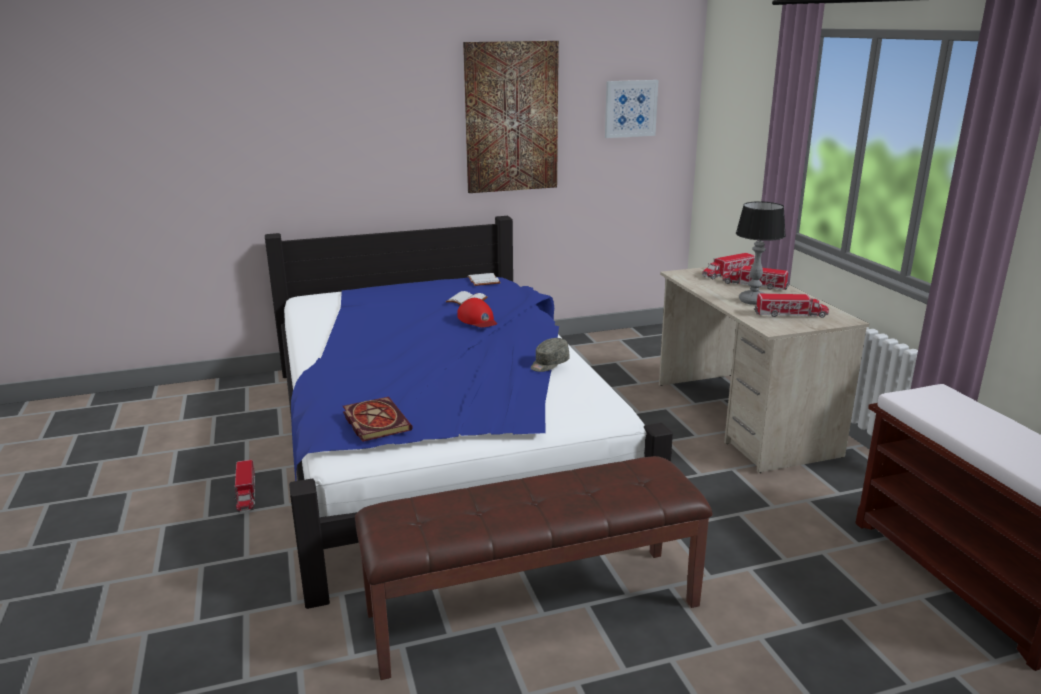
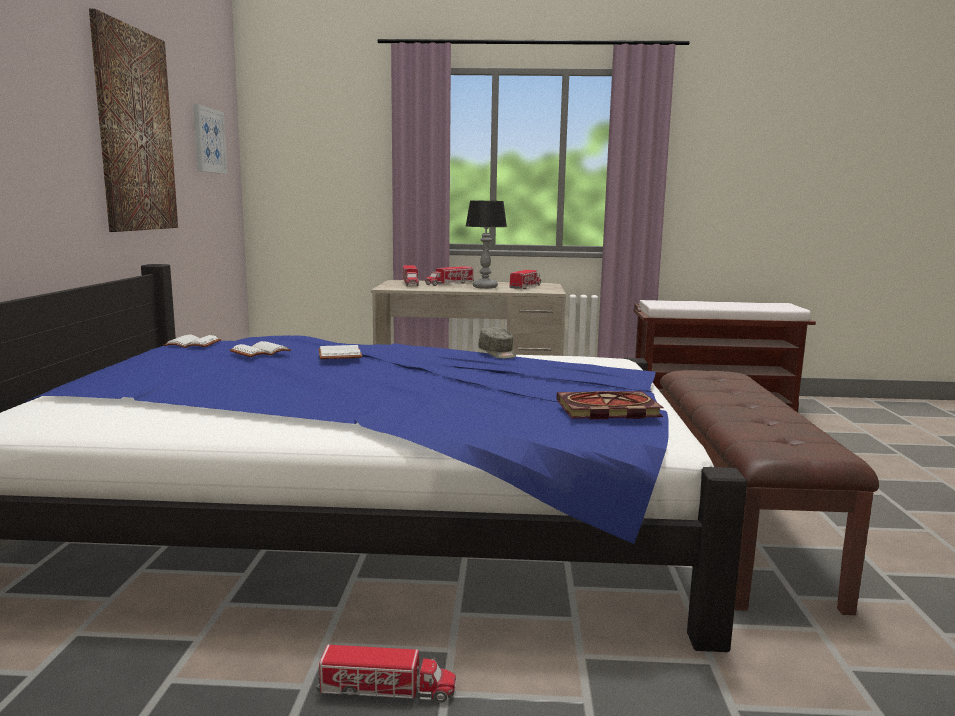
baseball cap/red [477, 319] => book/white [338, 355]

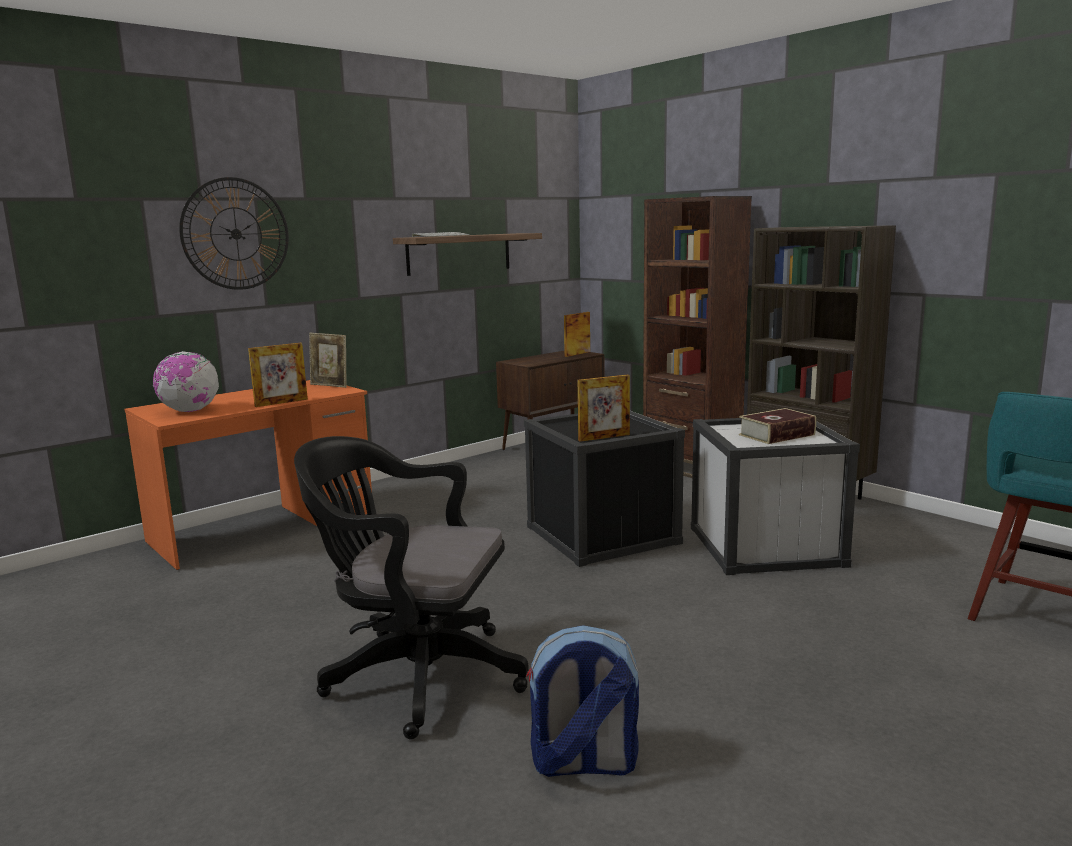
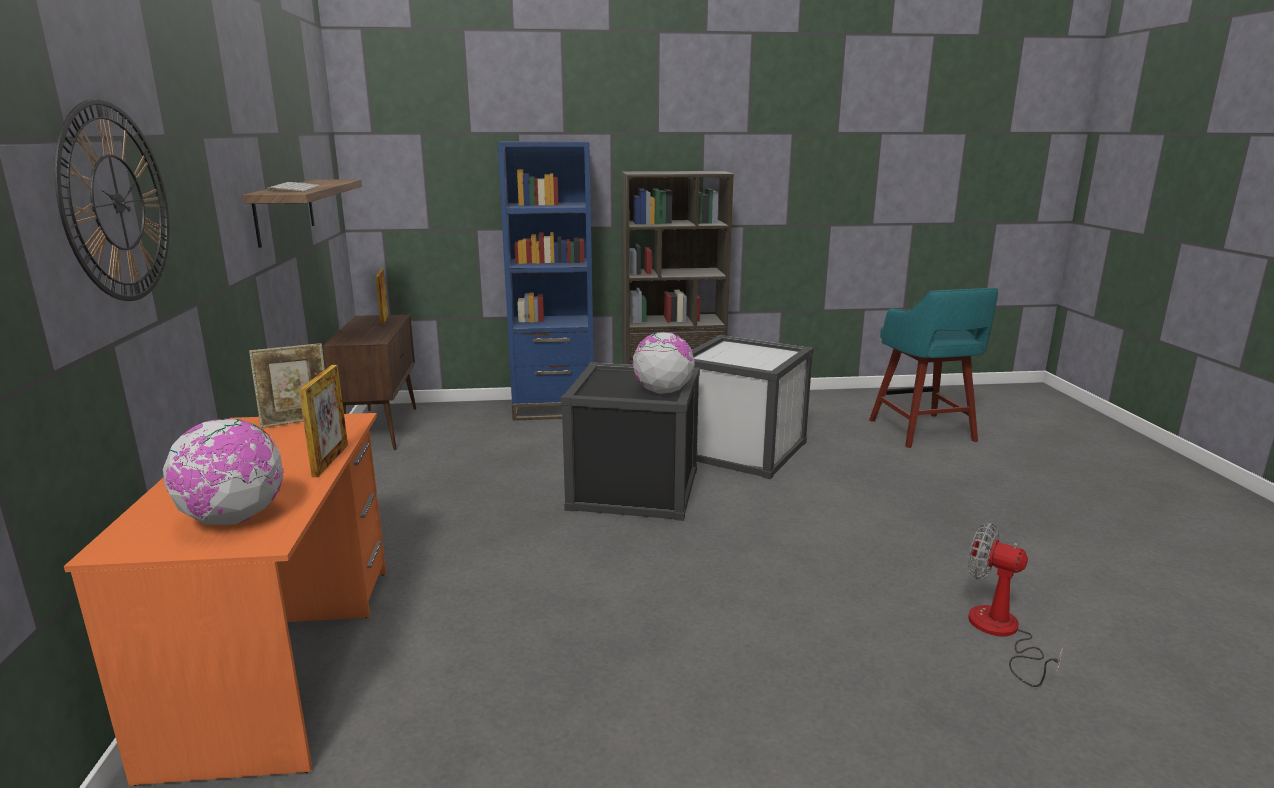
shelving unit/brown-coloured [691, 467] => shelving unit/blue-coloured [554, 409]
photo frame [604, 437] => desk globe [662, 392]
book [776, 435] => nothing
office chair/blackish [415, 675] => nothing
backpack [583, 764] => cooling fan [1001, 633]

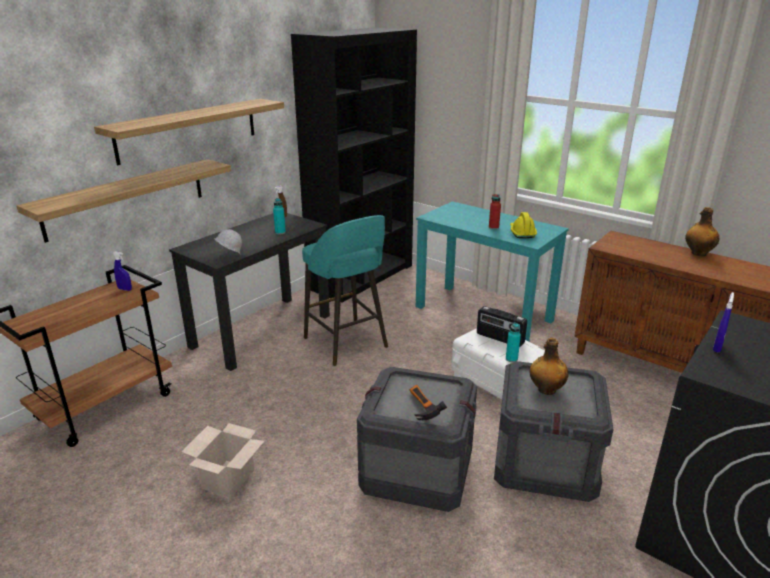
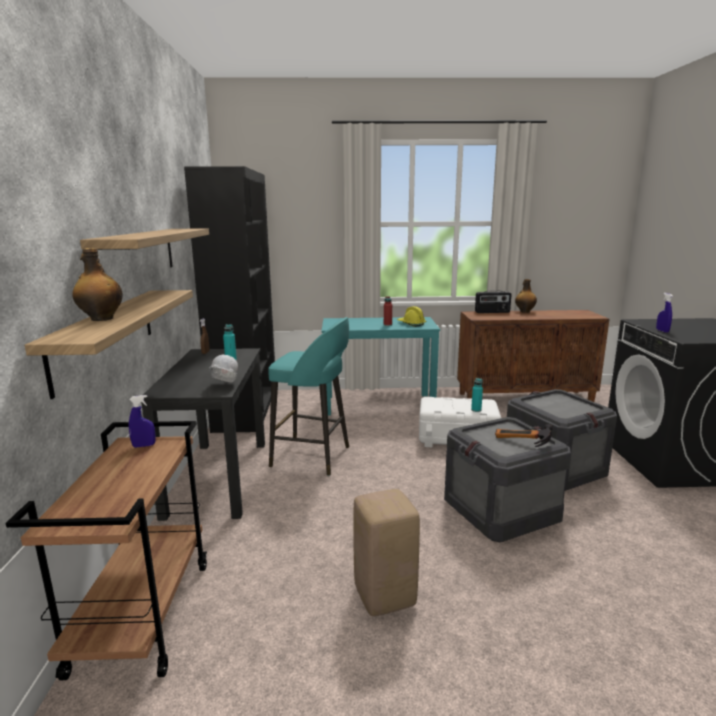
radio [499, 339] => radio [492, 312], move
drink bottle [546, 390] => drink bottle [101, 319], move
cardboard box [228, 478] => sitting stool/beige [383, 596]

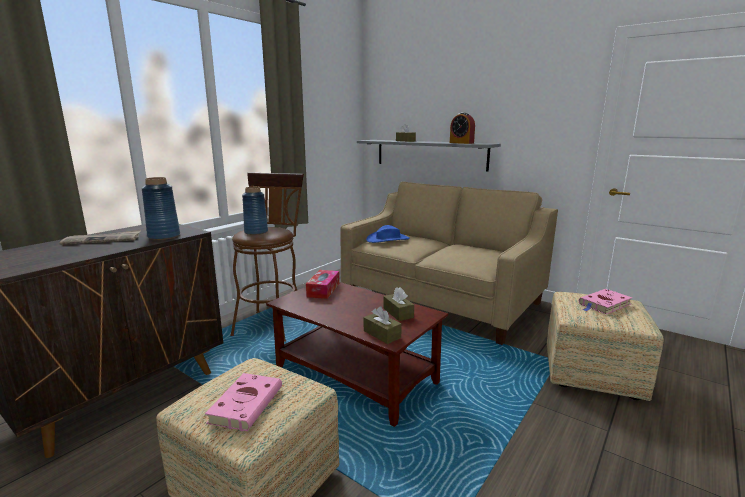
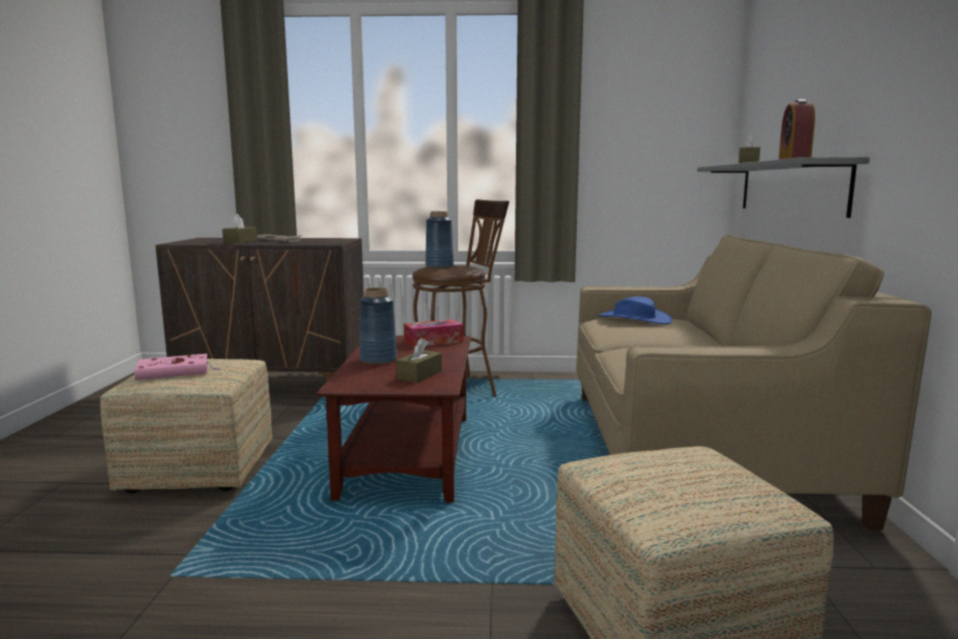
flower vase/blue-coloured [164, 236] => flower vase/blue-coloured [378, 359], move
book/pink-coloured [604, 304] => nothing
box of tissues/brown-coloured [382, 334] => box of tissues/brown-coloured [240, 242], move

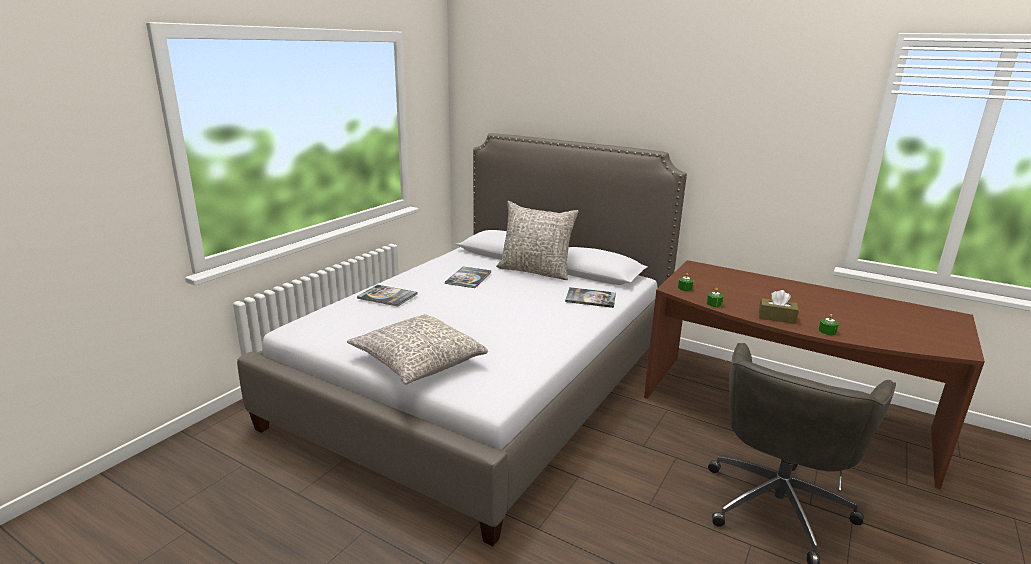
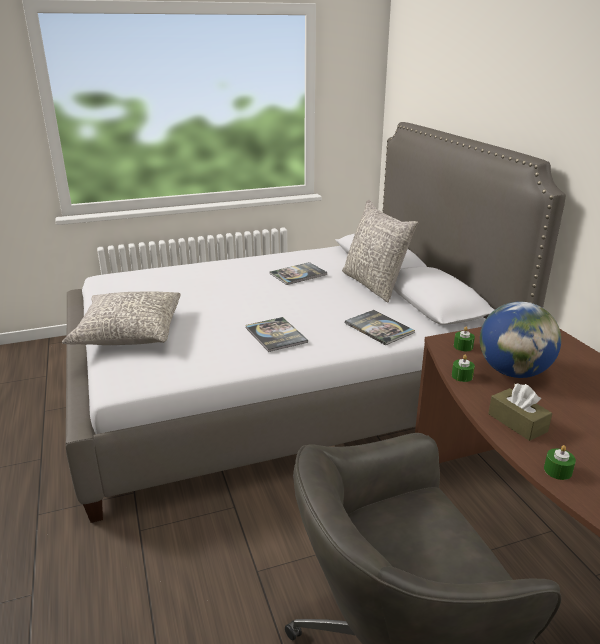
book [387, 296] => book [275, 335], move
nothing => desk globe [513, 372]

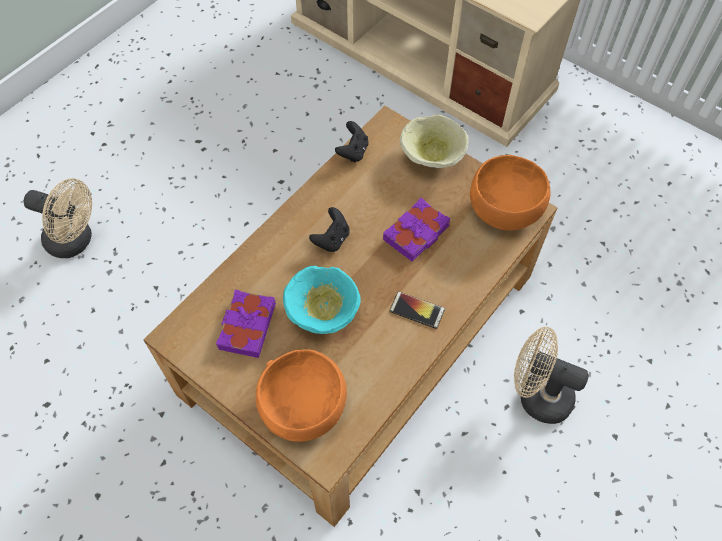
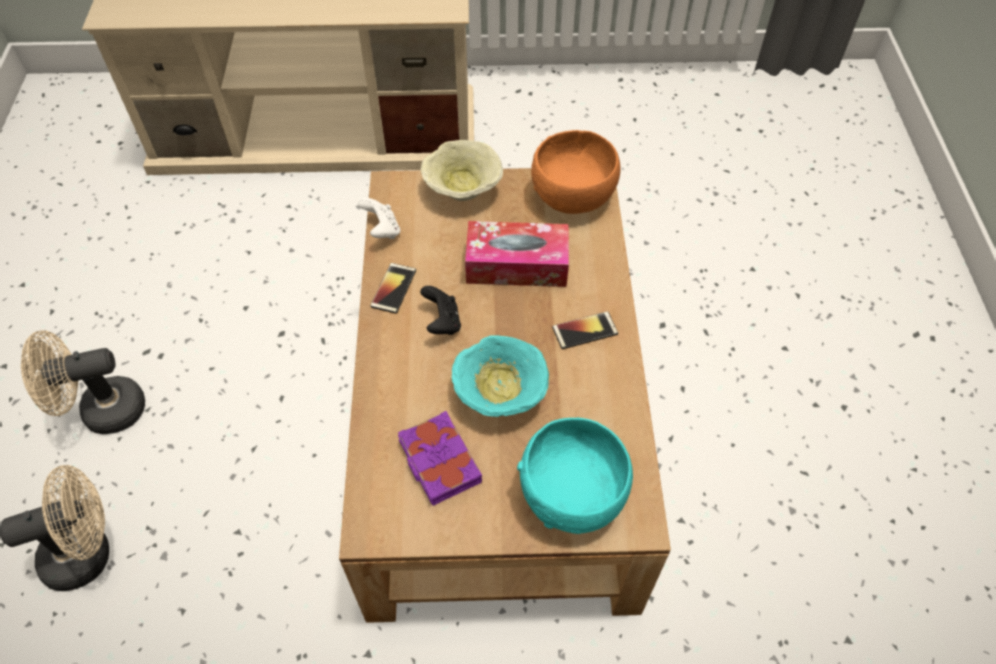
gamepad/blackish [353, 151] => gamepad/white [382, 230]
book/purple [416, 233] => box of tissues [517, 264]
cooling fan/beige [537, 395] => cooling fan/beige [103, 411], move
bowl/orange [305, 407] => bowl/turquoise-coloured [572, 492]
nothing => handset [393, 288]

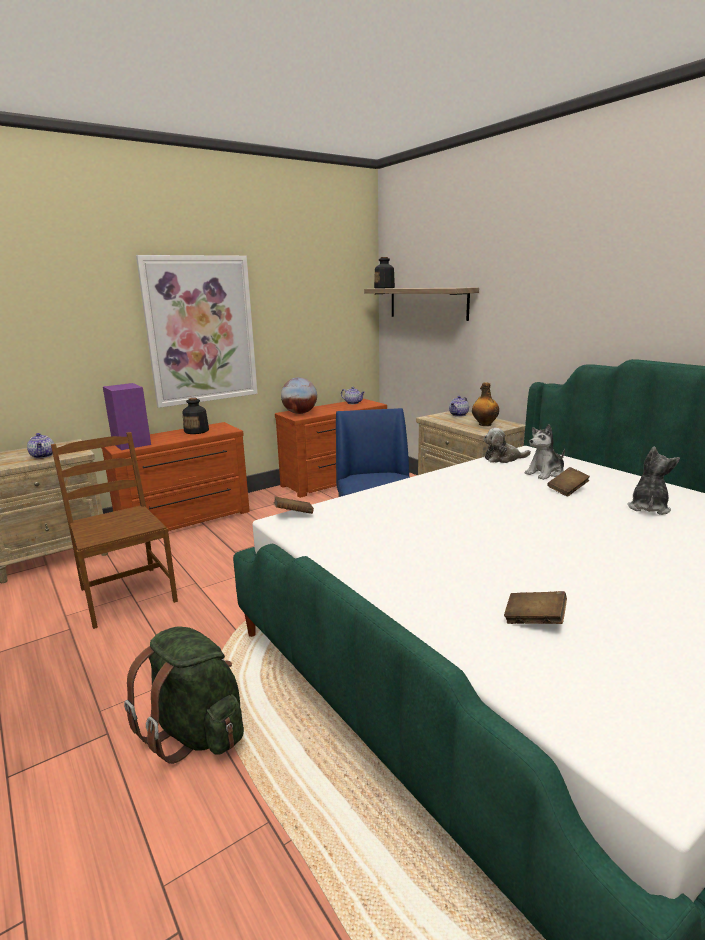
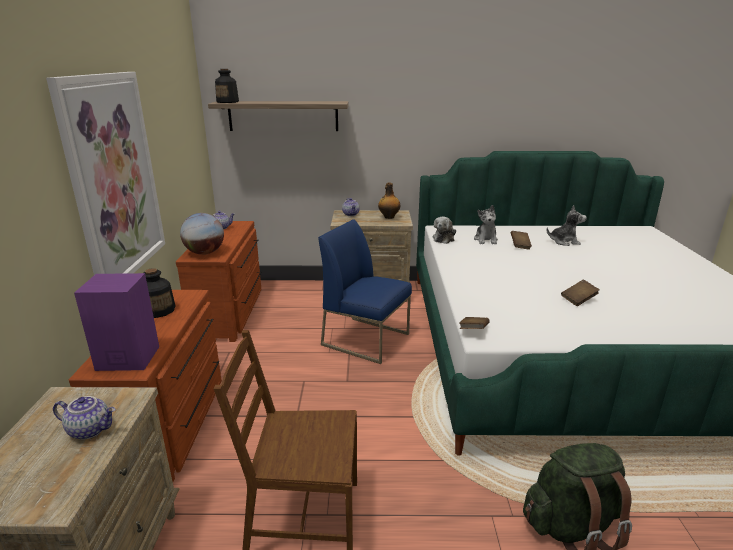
soft toy [648, 507] => soft toy [564, 242], 120 degrees clockwise
book/brown-coloured [534, 620] => book/brown-coloured [578, 300], move

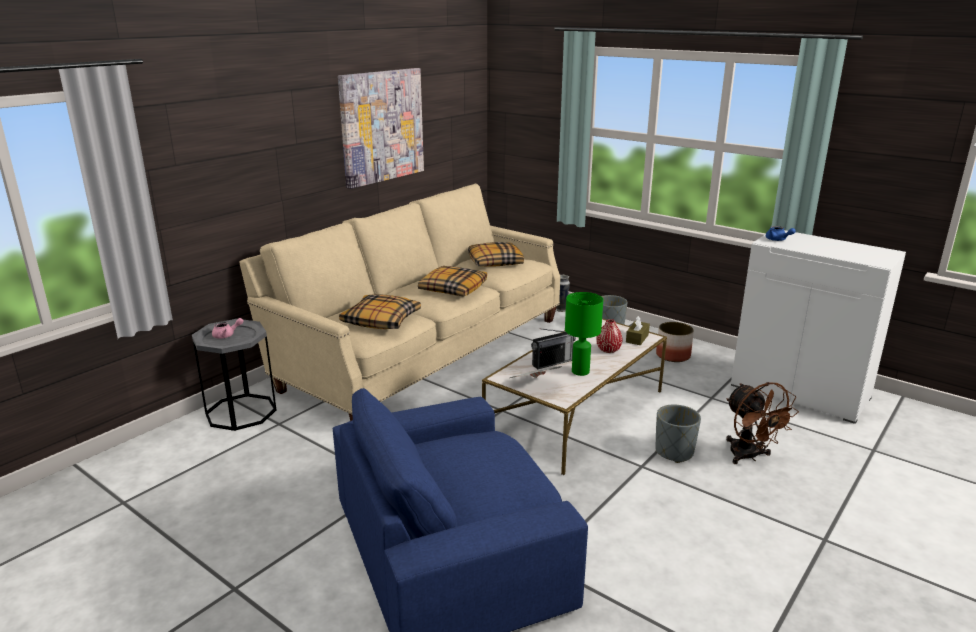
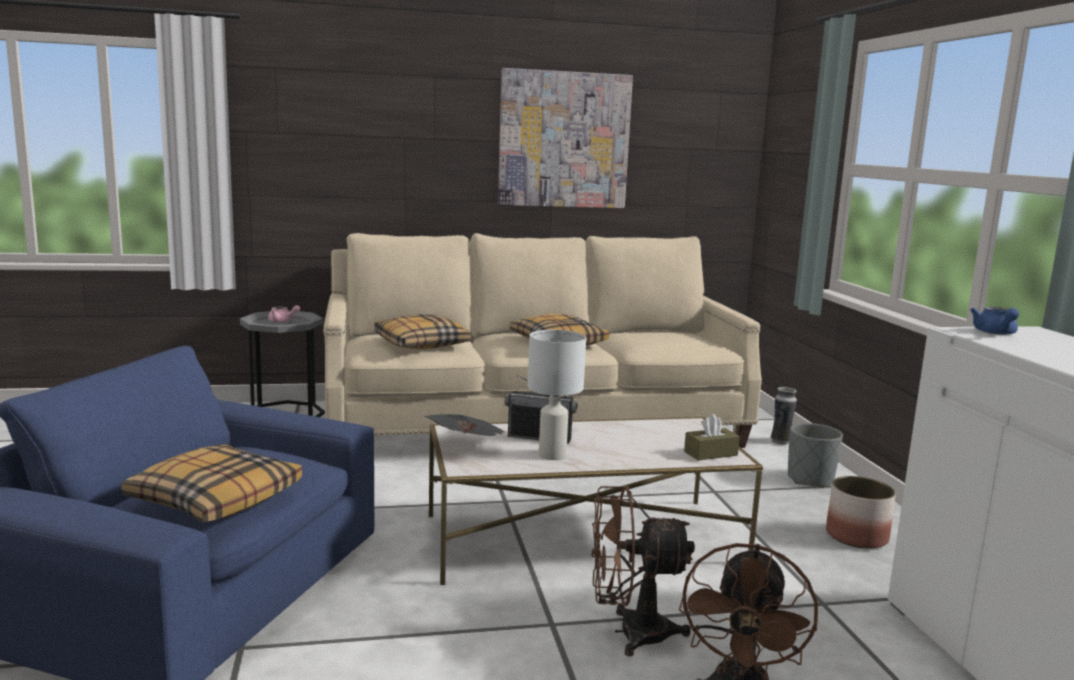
pillow [494, 262] => pillow [215, 499], move
lamp for a table/green [580, 372] => lamp for a table/white [551, 455]
flower vase/red [608, 350] => nothing
plant pot/grey [674, 452] => cooling fan/brown-coloured [630, 633]

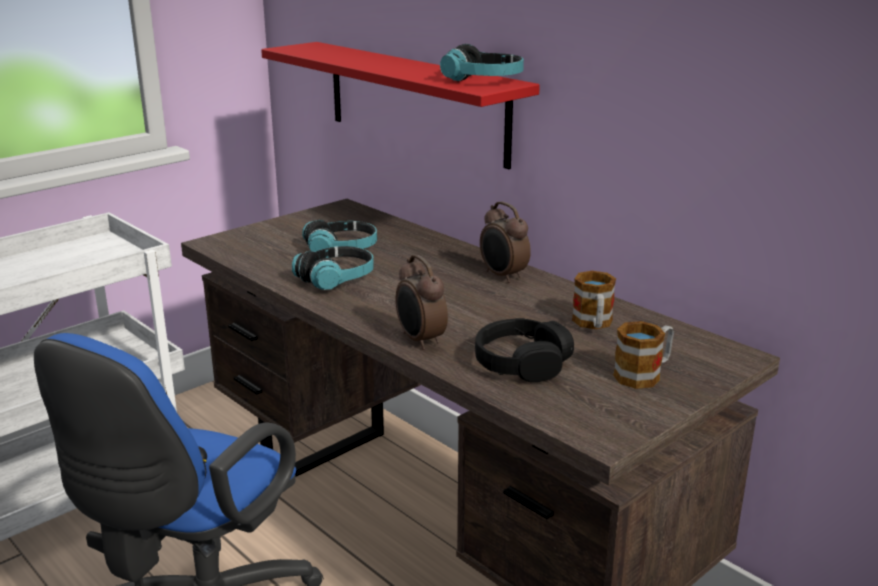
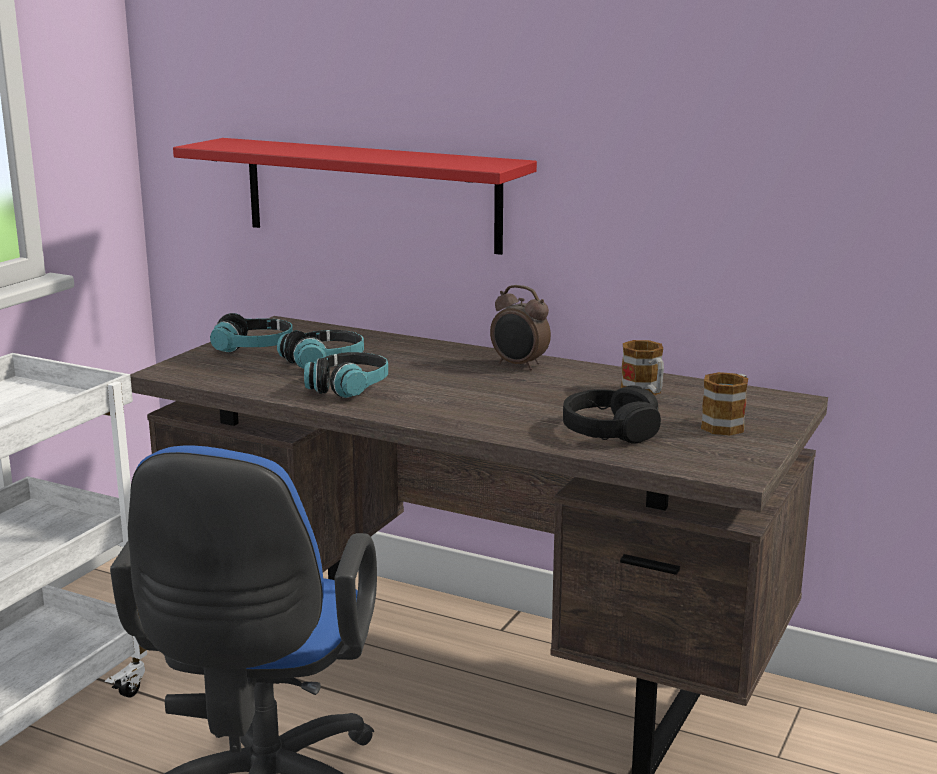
pair of headphones [483, 80] => pair of headphones [254, 348], move
table clock [420, 340] => nothing

